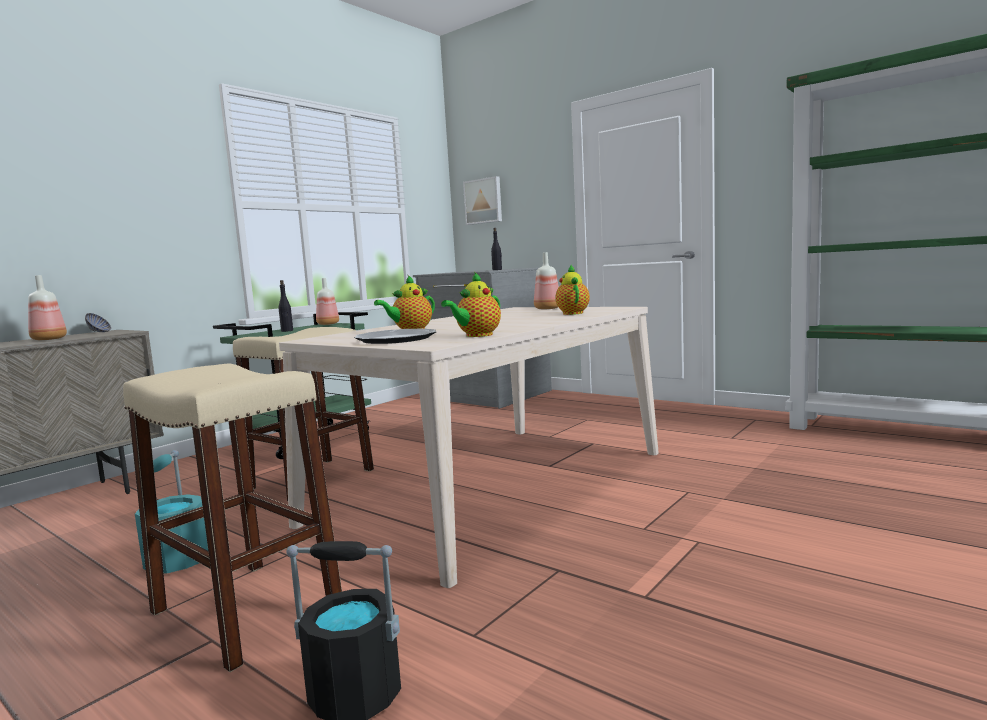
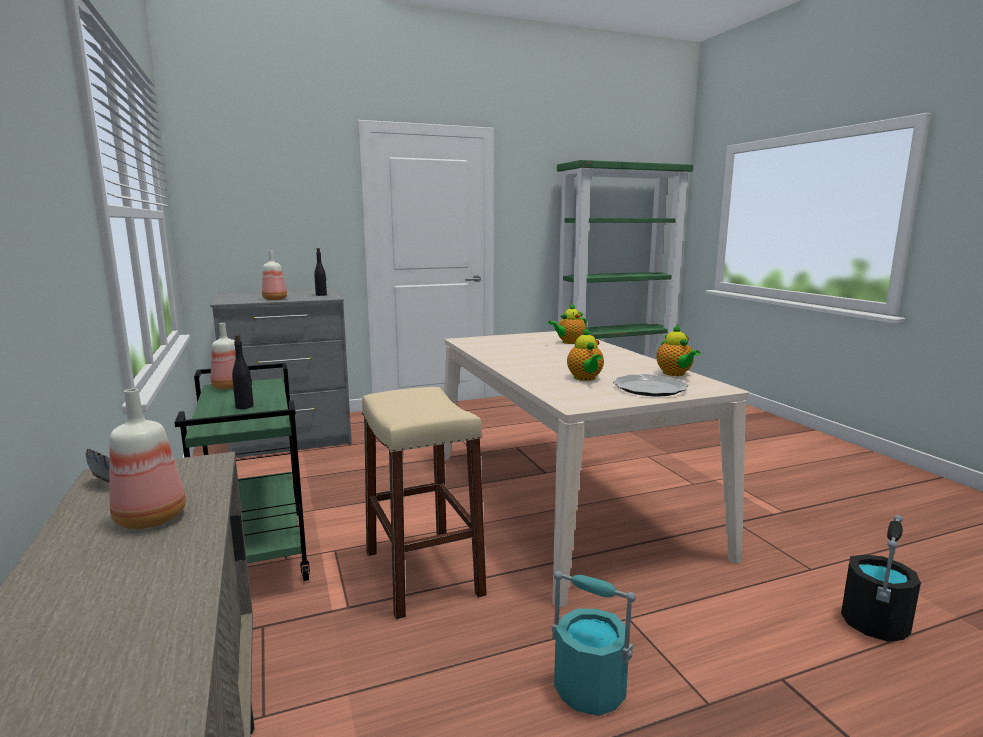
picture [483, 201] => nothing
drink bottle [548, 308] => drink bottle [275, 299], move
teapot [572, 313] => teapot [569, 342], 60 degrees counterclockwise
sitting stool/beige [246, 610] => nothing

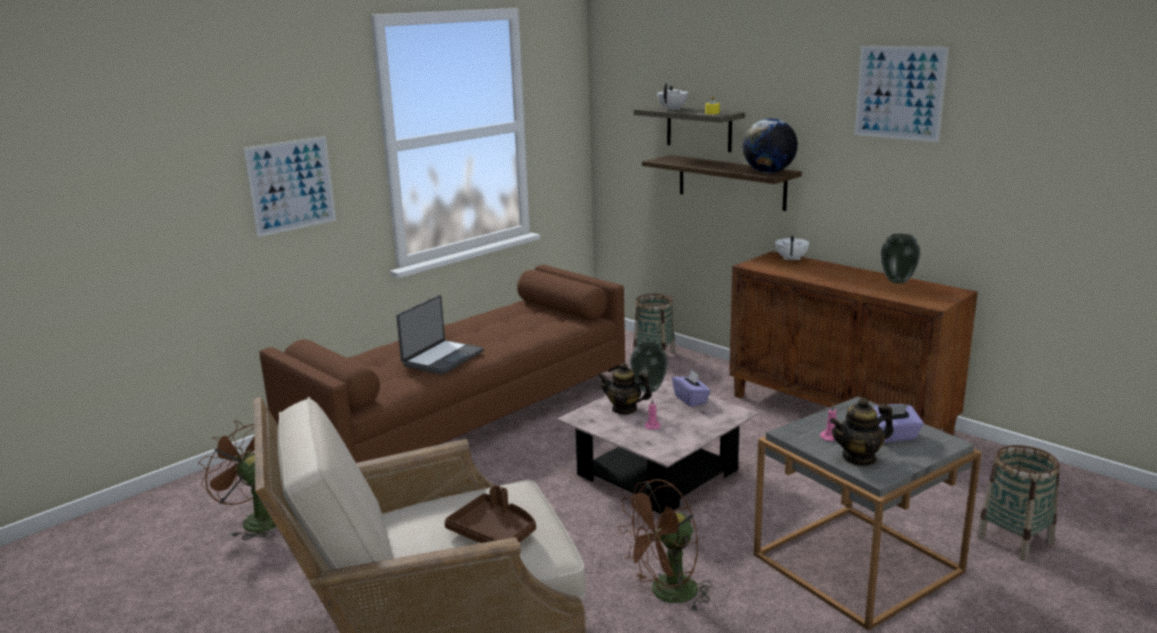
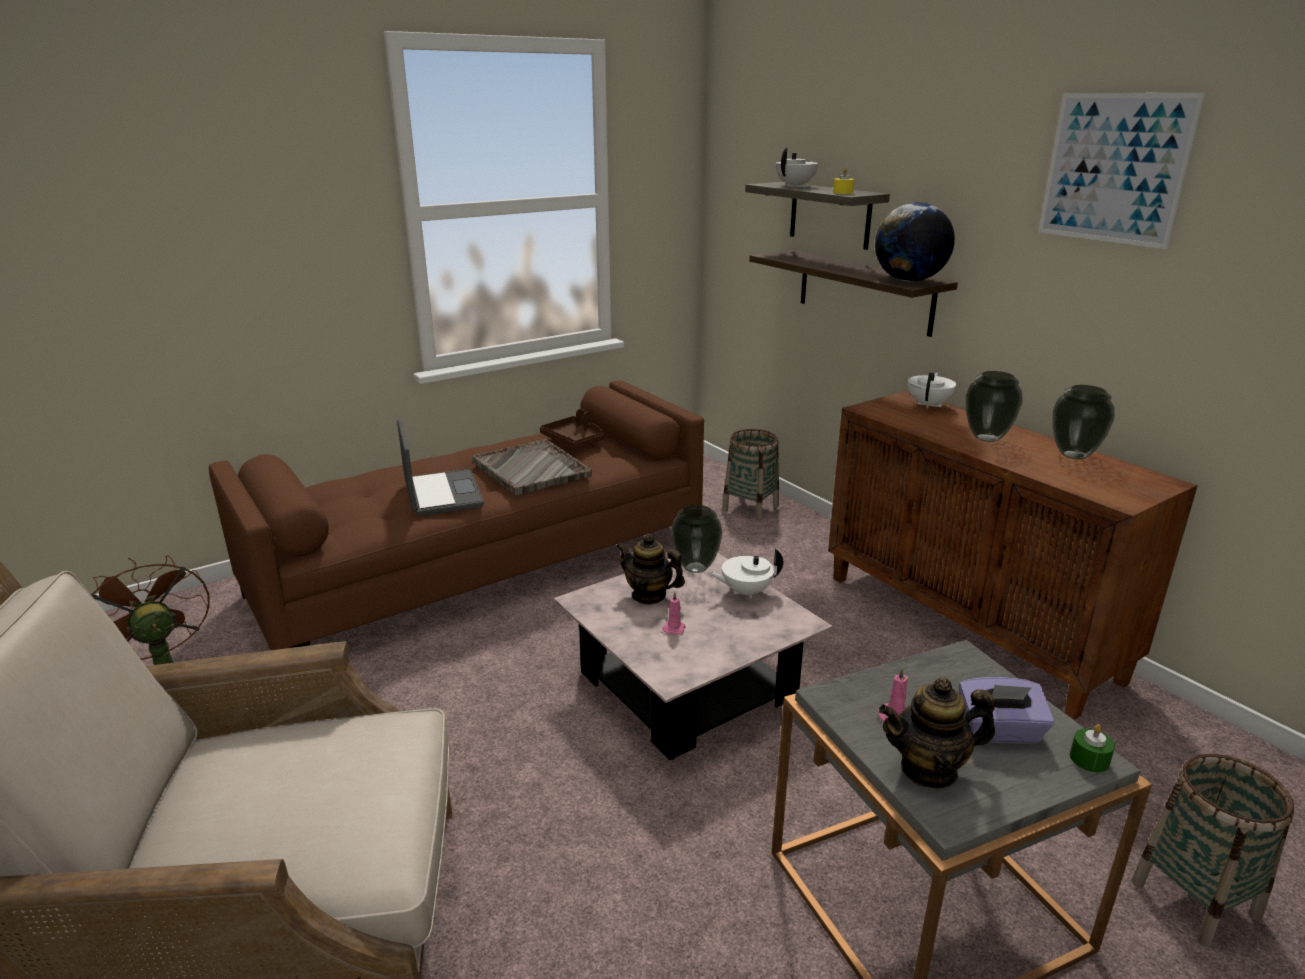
picture [291, 185] => nothing
portable computer [442, 358] => portable computer [441, 494], 60 degrees counterclockwise
box of tissues/purple [691, 399] => teapot/white [745, 592]
cooling fan/brown-coloured [666, 595] => nothing
tray/brown-coloured [494, 532] => tray/brown-coloured [574, 440], move
nothing => flower vase [986, 438]
nothing => tray/grey [531, 469]
nothing => candle/green [1089, 759]

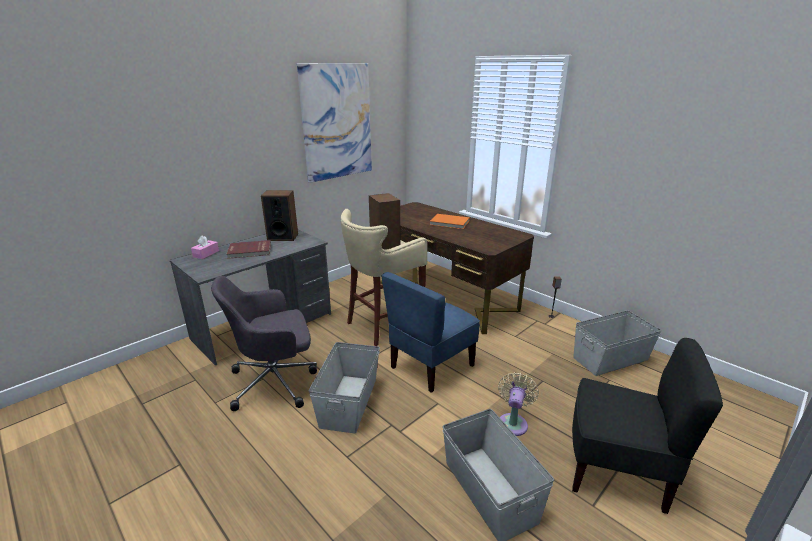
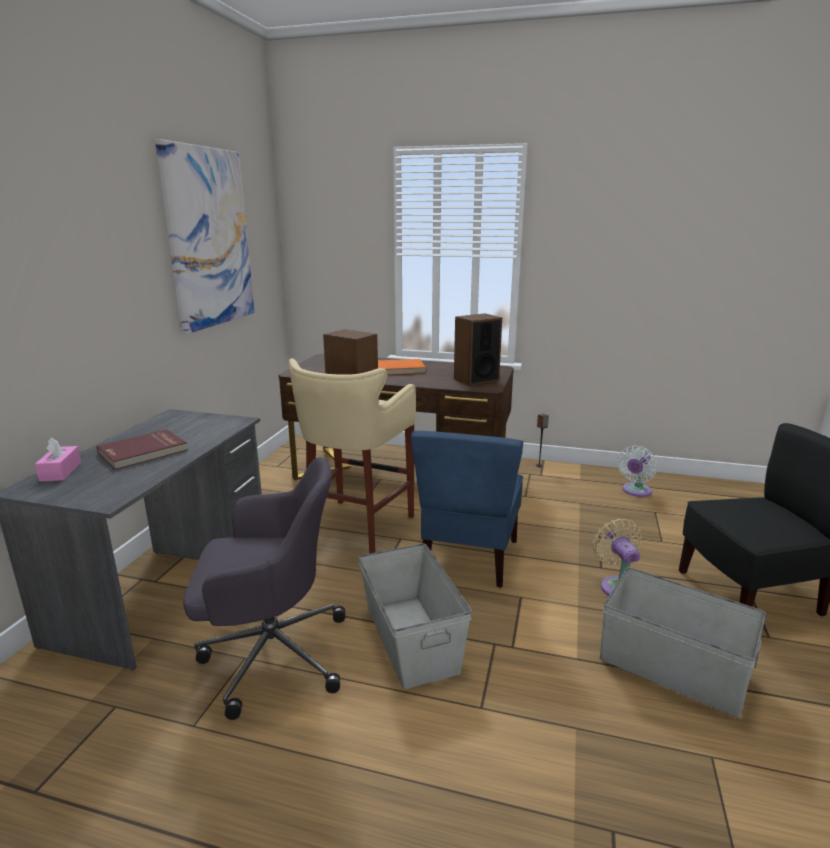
loudspeaker [283, 237] => loudspeaker [476, 379], move
office chair/grey [275, 381] => office chair/grey [271, 653], 135 degrees counterclockwise
storage container/grey [611, 358] => cooling fan/white [635, 491]

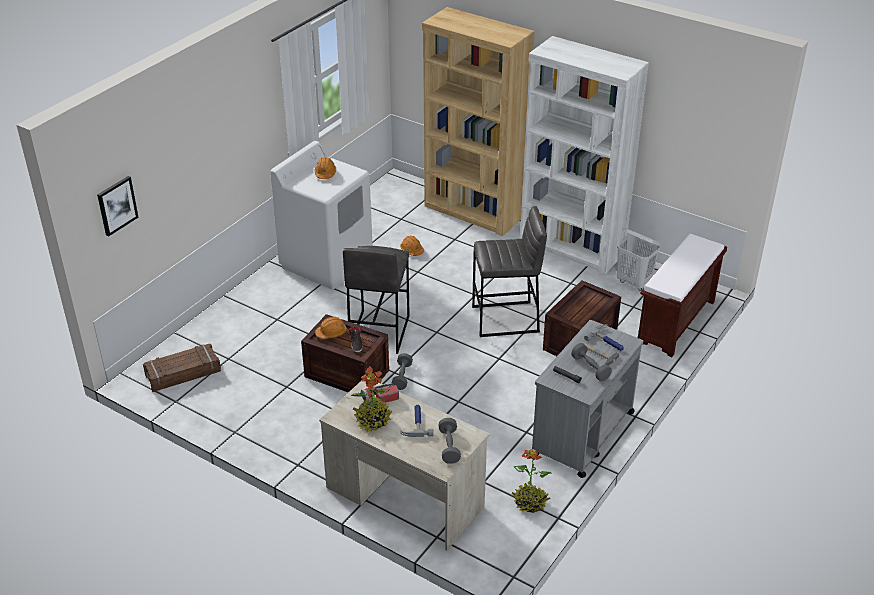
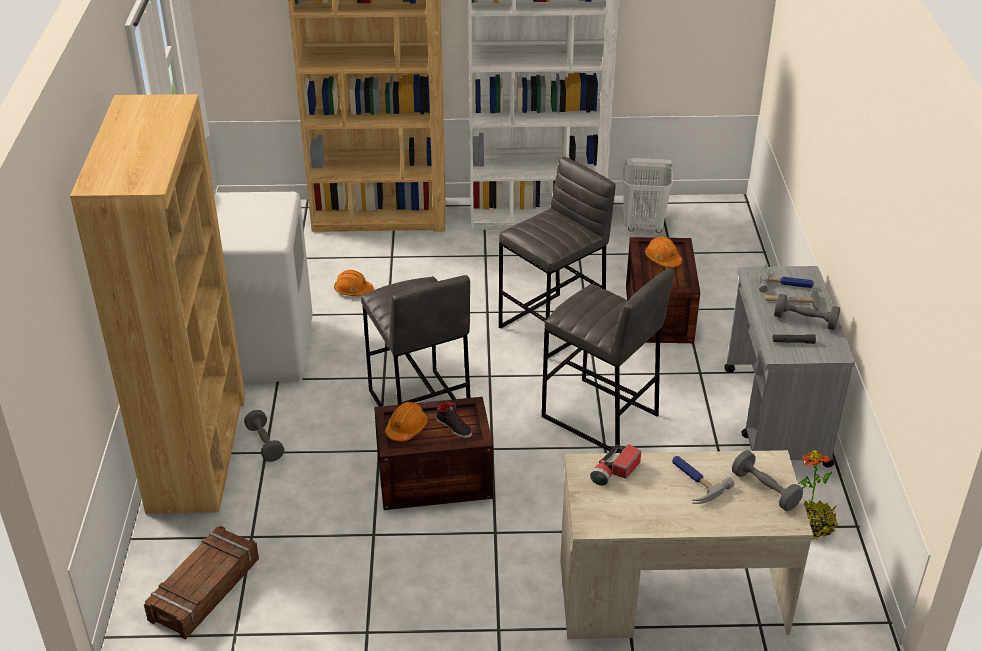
work helmet/orange [325, 173] => work helmet/orange [662, 259], move
picture [117, 205] => nothing
long seat/brown-coloured [676, 323] => nothing
free weight/grey [402, 377] => free weight/grey [265, 443], move
potted plant [373, 420] => nothing
nothing => shelving unit/brown-coloured [198, 451]
nothing => sitting stool/grey [600, 417]

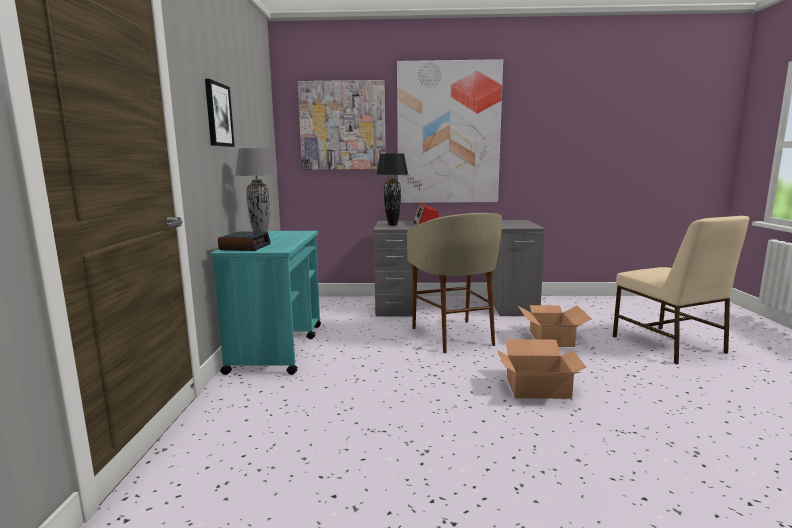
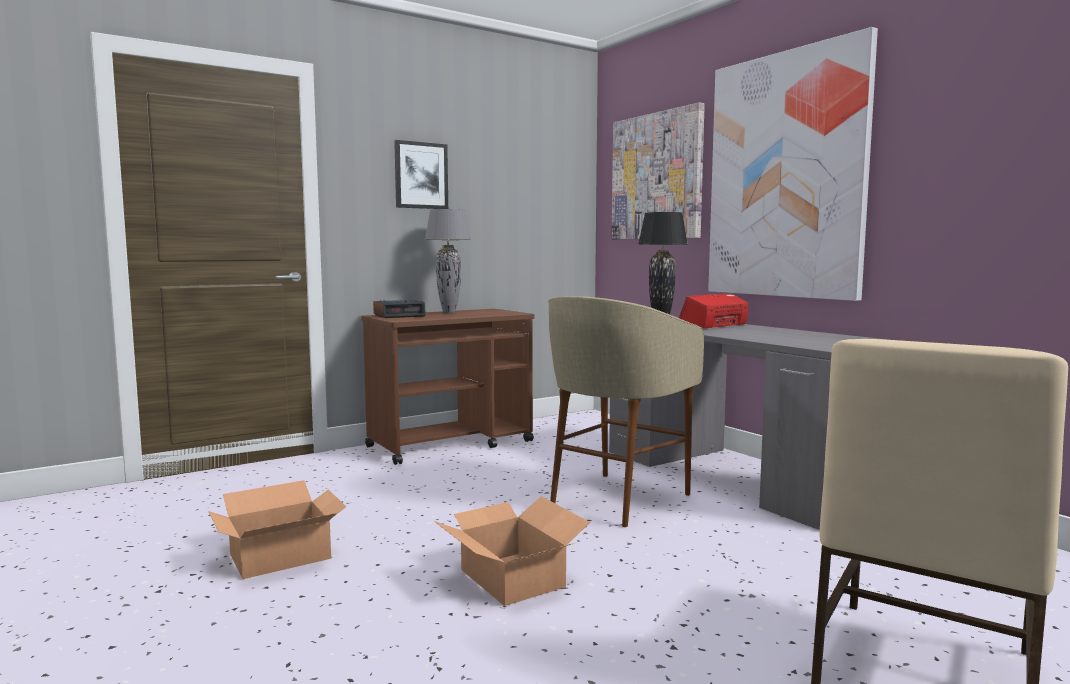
wheeled cart/turquoise-coloured [278, 347] => wheeled cart/brown-coloured [451, 444]
cardboard box [551, 338] => cardboard box [281, 556], move

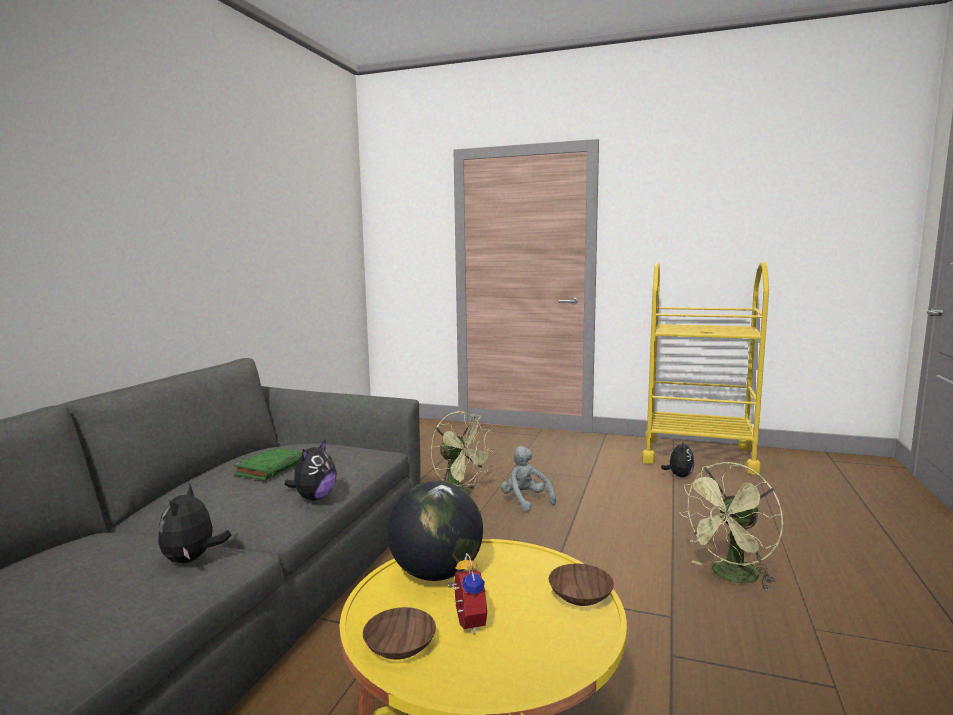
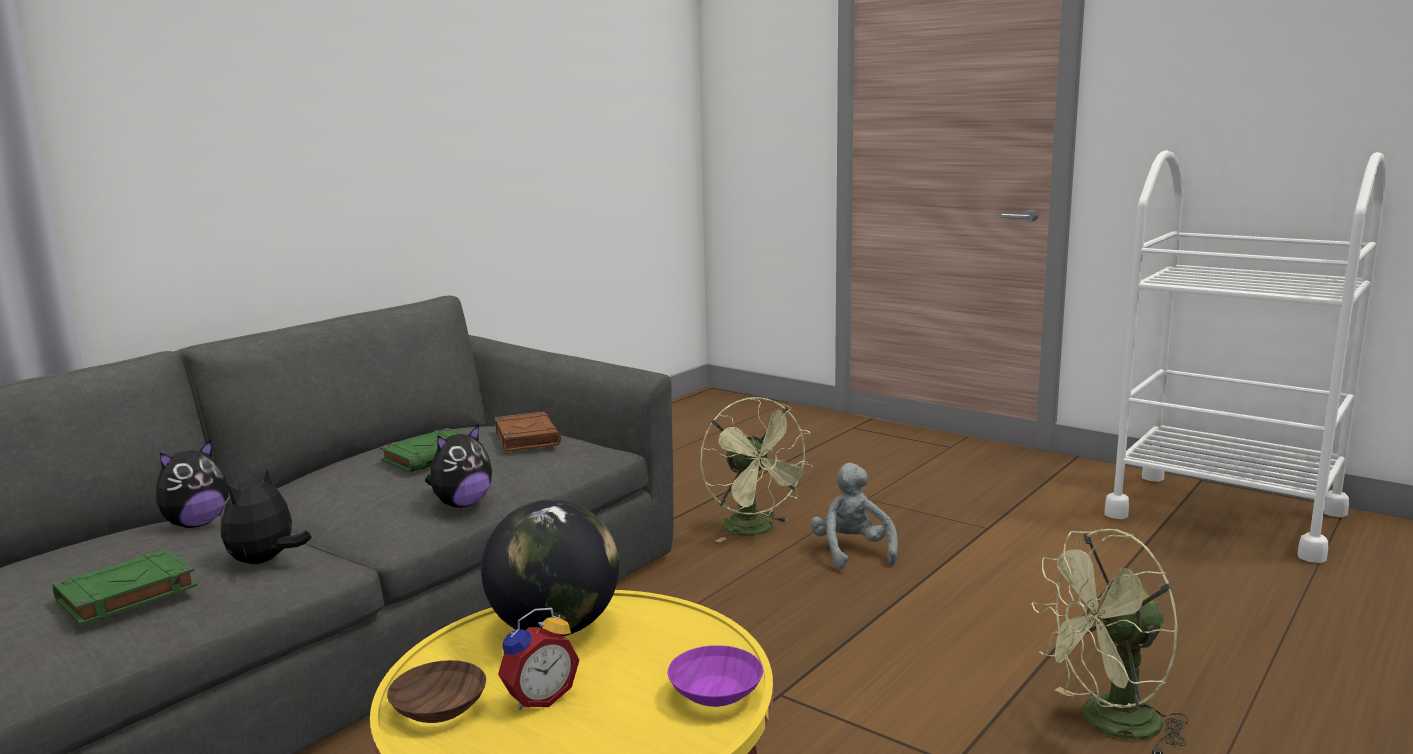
wheeled cart/yellow [697, 455] => wheeled cart/white [1224, 514]
soft toy [679, 476] => soft toy [196, 524], move
table clock [466, 623] => table clock [538, 698], 45 degrees clockwise
bowl/brown-coloured [580, 594] => bowl/purple [716, 690]
nothing => book/brown-coloured [526, 437]
nothing => book/green [126, 595]

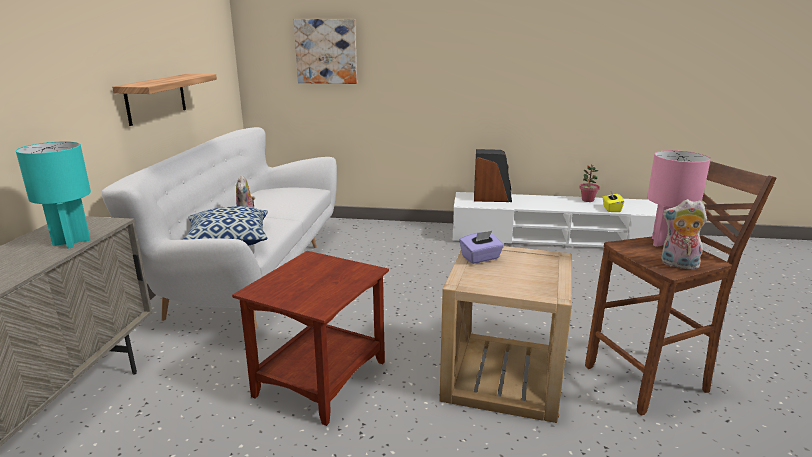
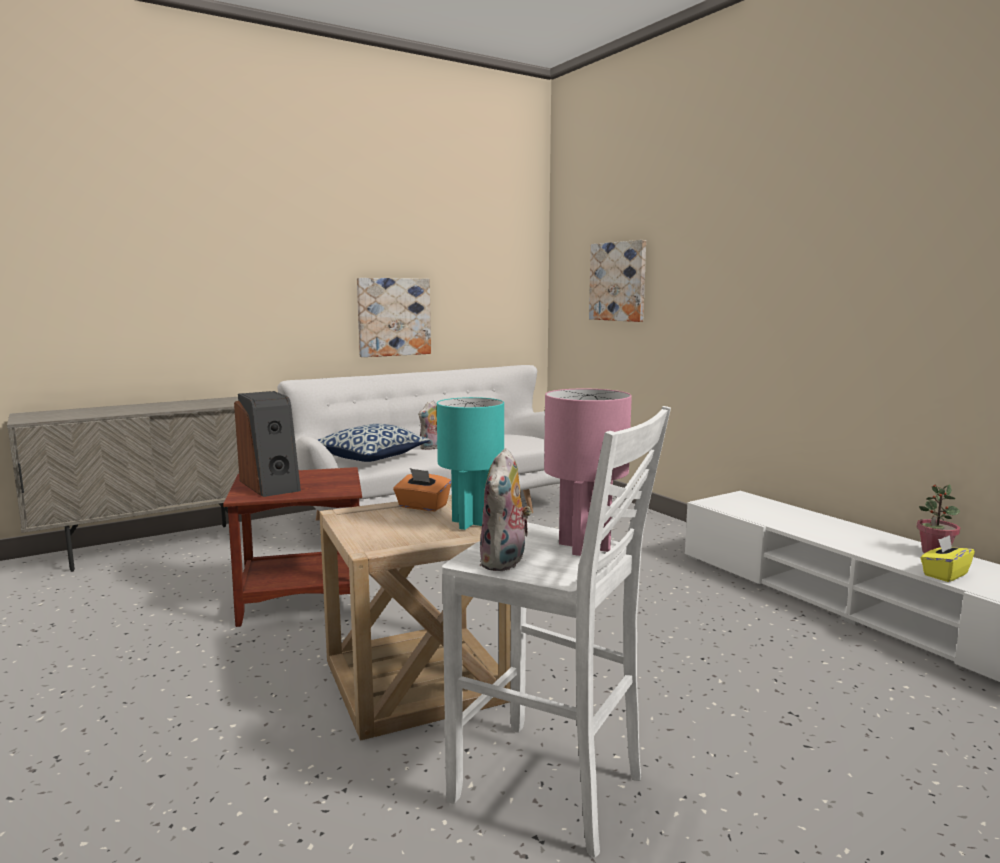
wall shelf [156, 98] => picture [393, 317]
lamp for a table/turquoise-coloured [72, 242] => lamp for a table/turquoise-coloured [472, 523], move
loudspeaker [492, 198] => loudspeaker [271, 485], move
sitting stool/brown-coloured [650, 380] => sitting stool/white [552, 789]
soft toy [678, 265] => soft toy [505, 562], 150 degrees counterclockwise
box of tissues/purple [481, 258] => box of tissues/orange [422, 506]

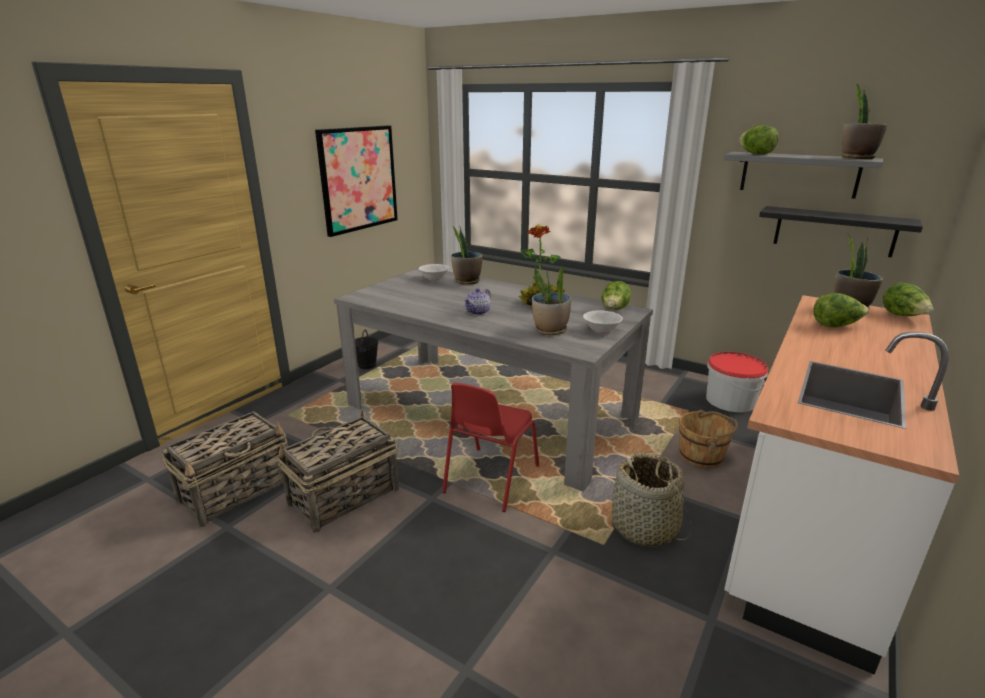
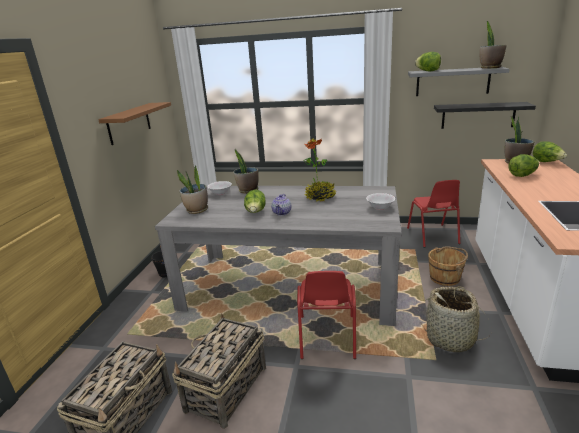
picture [358, 179] => wall shelf/brown-coloured [129, 123]
potted plant [550, 330] => potted plant [197, 210], move
lettuce head [614, 310] => lettuce head [256, 212], move
bucket [730, 400] => upright chair/red [433, 236]

